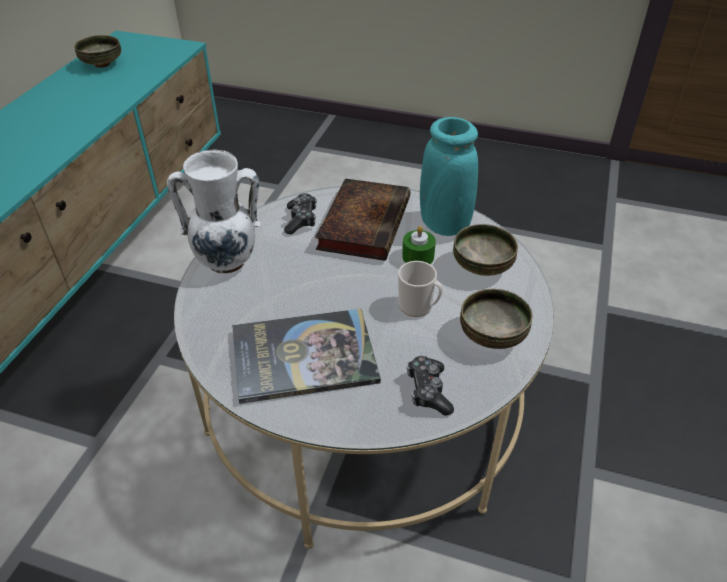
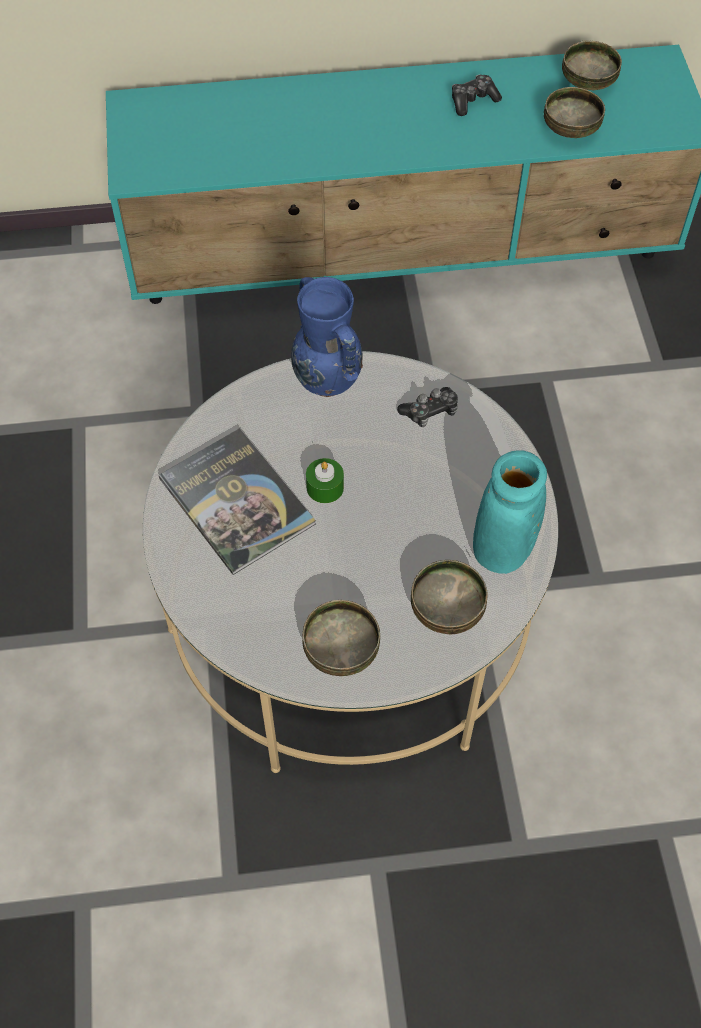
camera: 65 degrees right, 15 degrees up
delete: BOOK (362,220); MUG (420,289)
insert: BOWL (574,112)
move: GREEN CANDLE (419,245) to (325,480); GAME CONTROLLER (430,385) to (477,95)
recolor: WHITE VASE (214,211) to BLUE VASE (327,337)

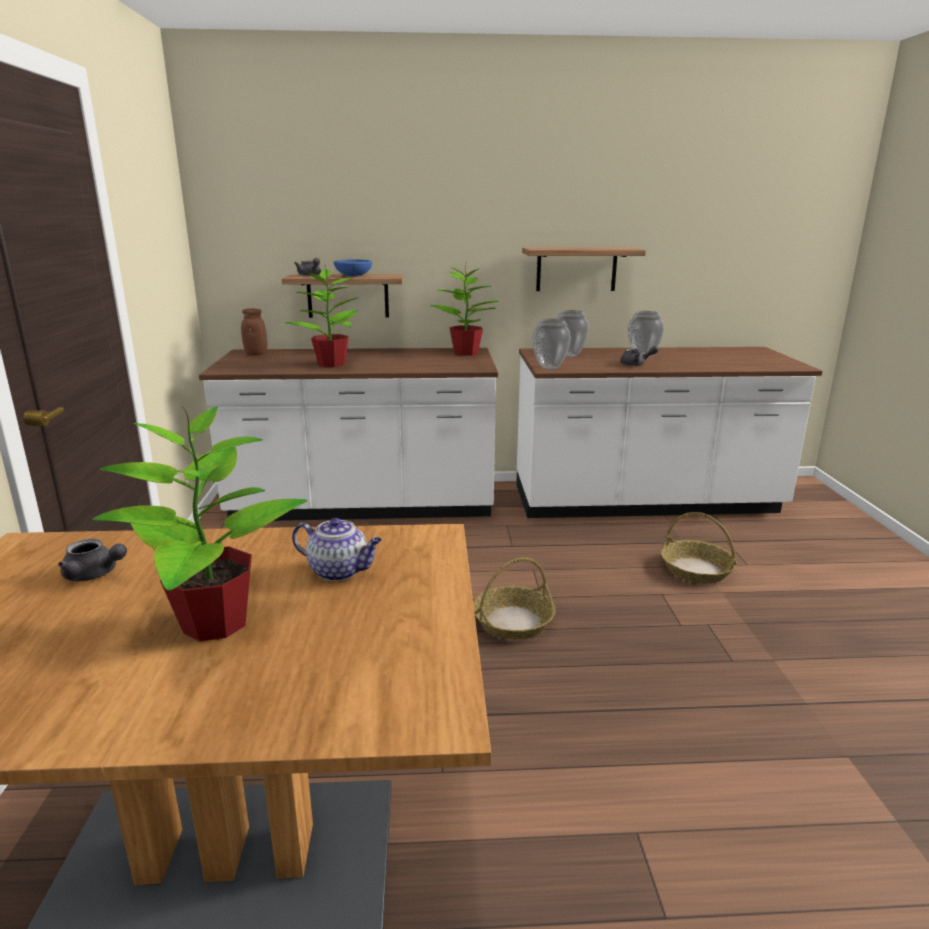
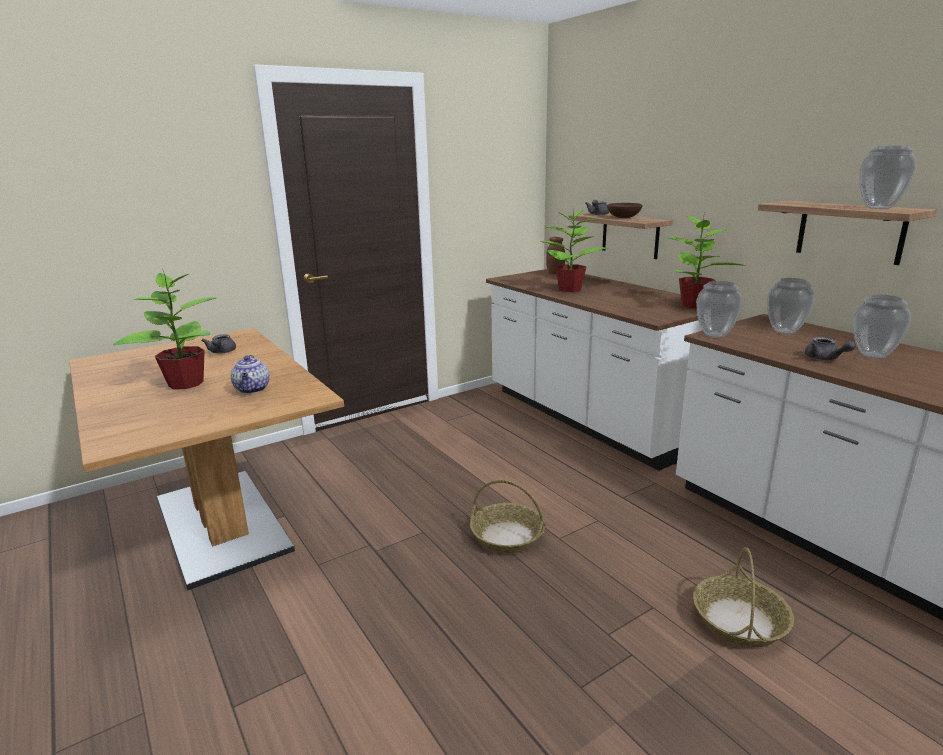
camera: 60 degrees right, 0 degrees up
insert: VASE (887,177)
recolor: BLUE BOWL (352,267) to BROWN BOWL (625,210)

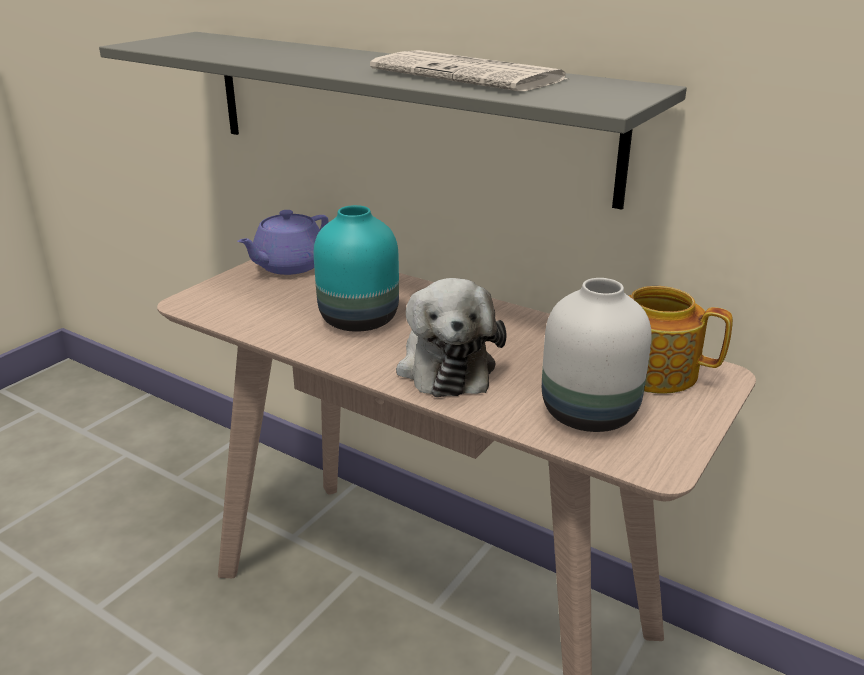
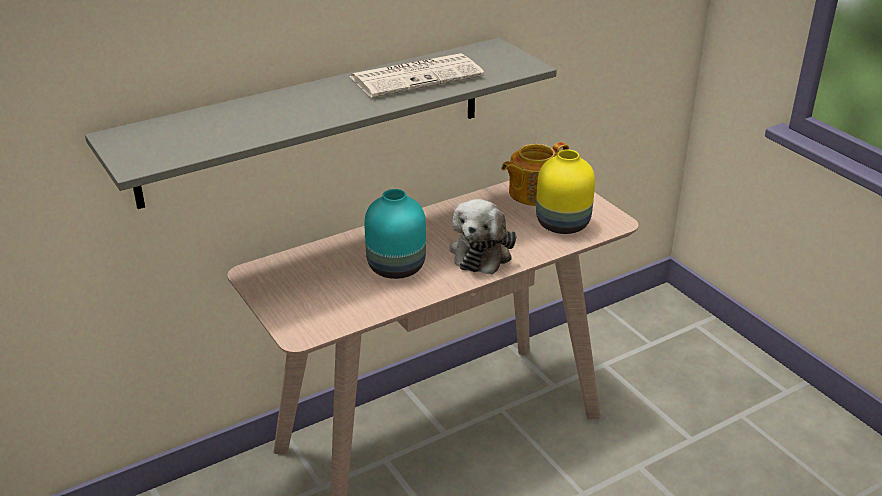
camera: 65 degrees left, 5 degrees up
delete: PURPLE TEAPOT (283,242)
recolor: WHITE VASE (597,355) to YELLOW VASE (565,191)
rotate: PLUSH TOY (451,337) = (483,236) 90 degrees clockwise

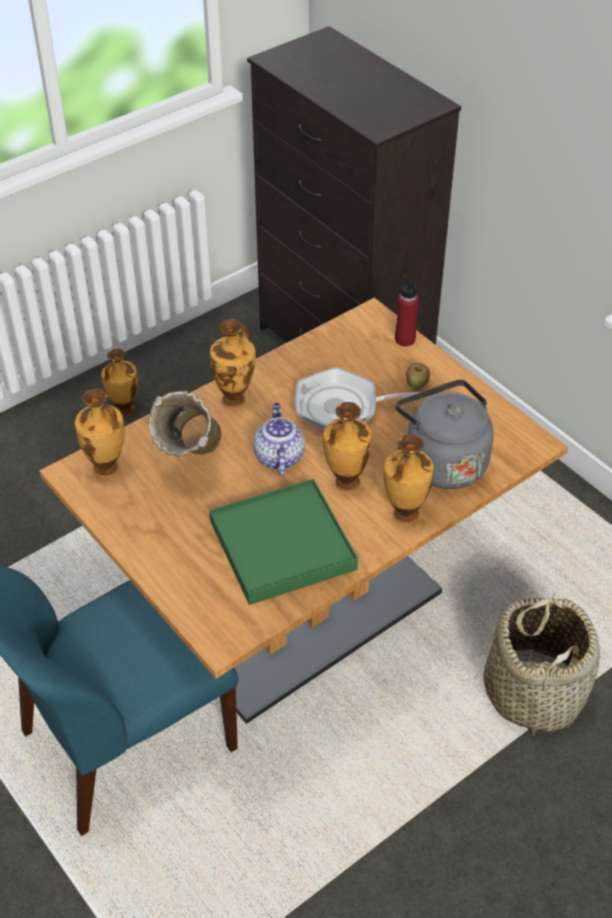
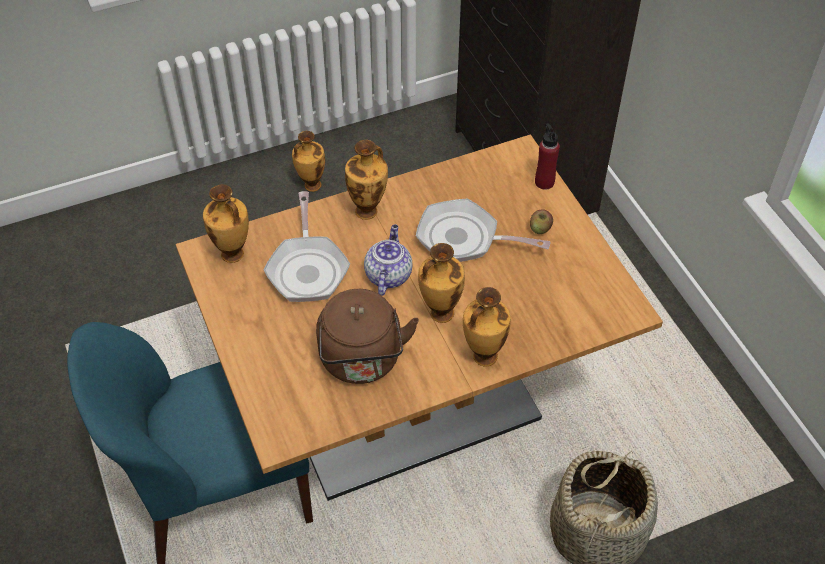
camera: 15 degrees right, 5 degrees up
delete: GREY KETTLE (445,434)
replace: BEIGE VASE (184,424) to FRYING PAN (307,246); GREEN TRAY (283,542) to BROWN KETTLE (367,336)

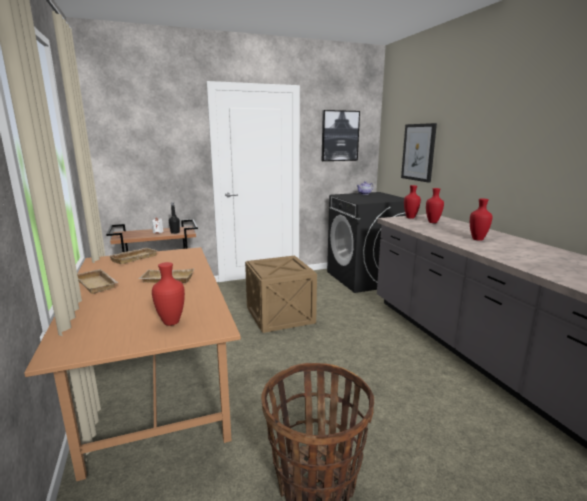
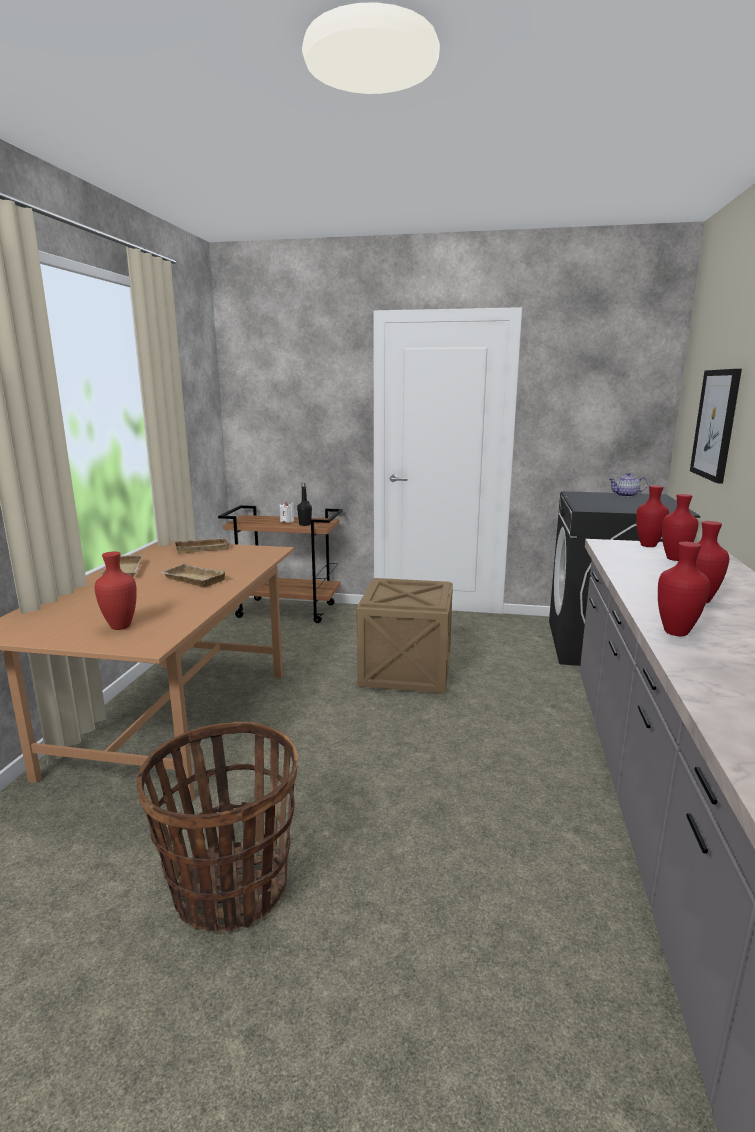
camera: 30 degrees right, 0 degrees up
delete: PICTURE (341,135)
insert: RED VASE (684,589)

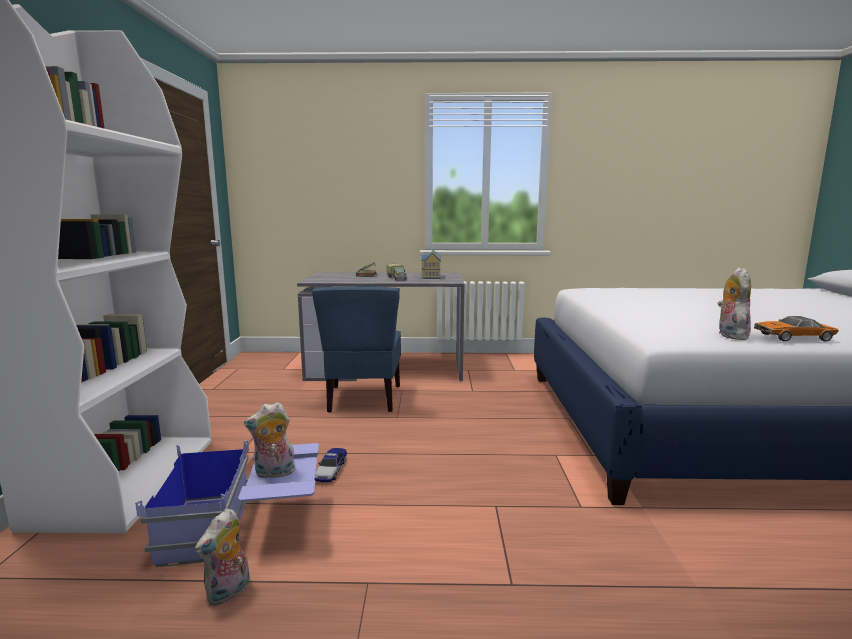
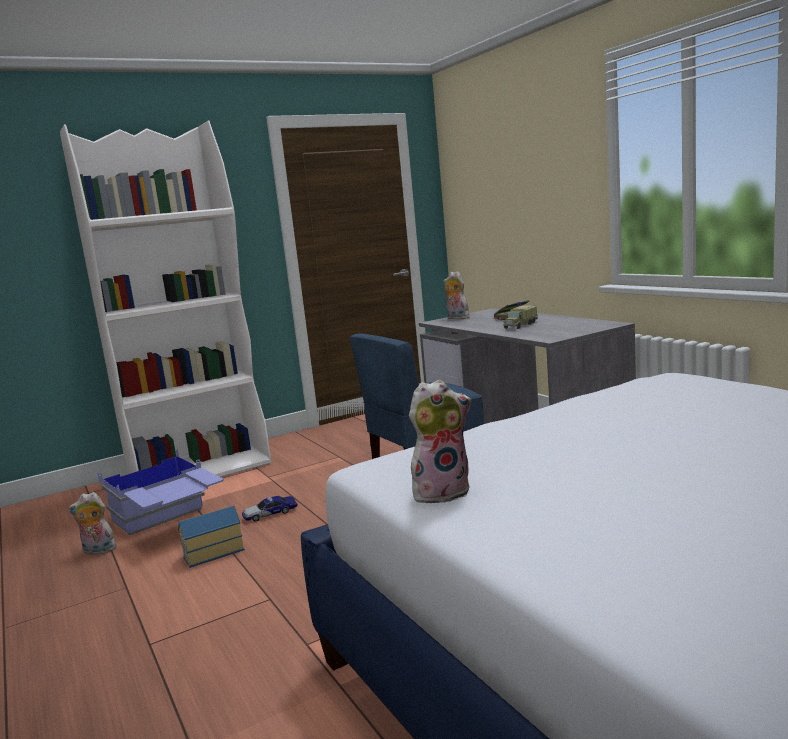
camera: 60 degrees right, 0 degrees up
delete: TOY CAR (796,329)
move: TOY HOUSE (431,264) to (211,537); PLUSH TOY (269,440) to (456,295)

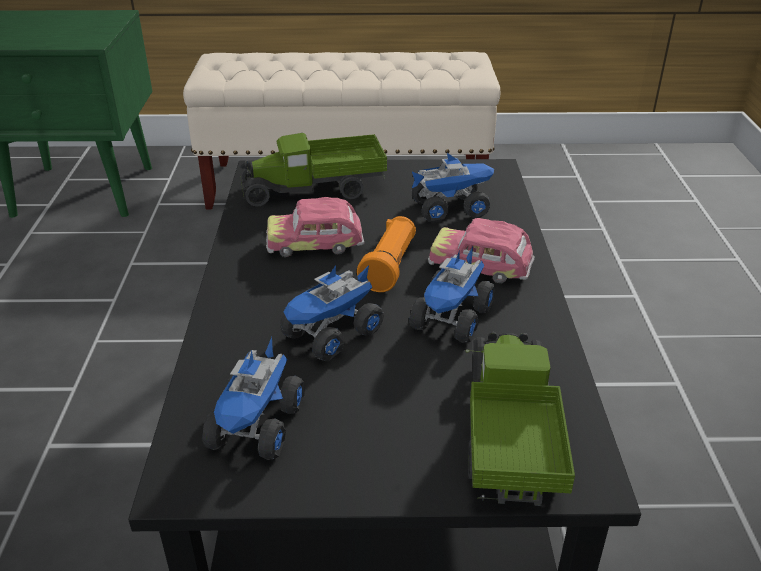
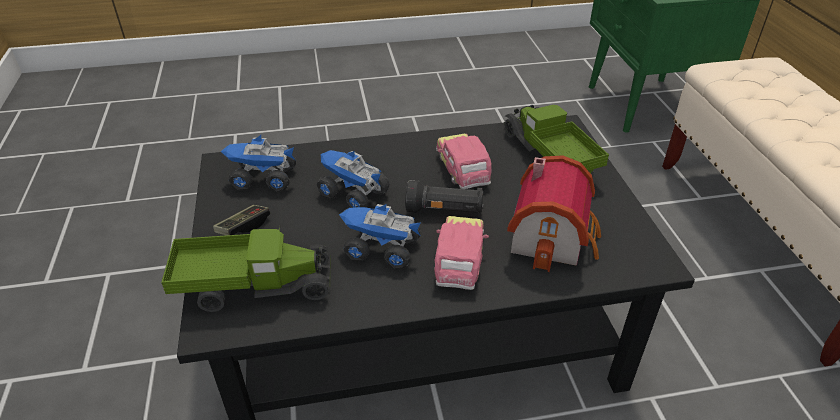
camera: 80 degrees right, 5 degrees up
insert: GAME CONTROLLER (241,220)
replace: TOY TRUCK (453,188) to TOY HOUSE (554,213)
recolor: ORANGE FLASHLIGHT (386,254) to BLACK FLASHLIGHT (444,197)

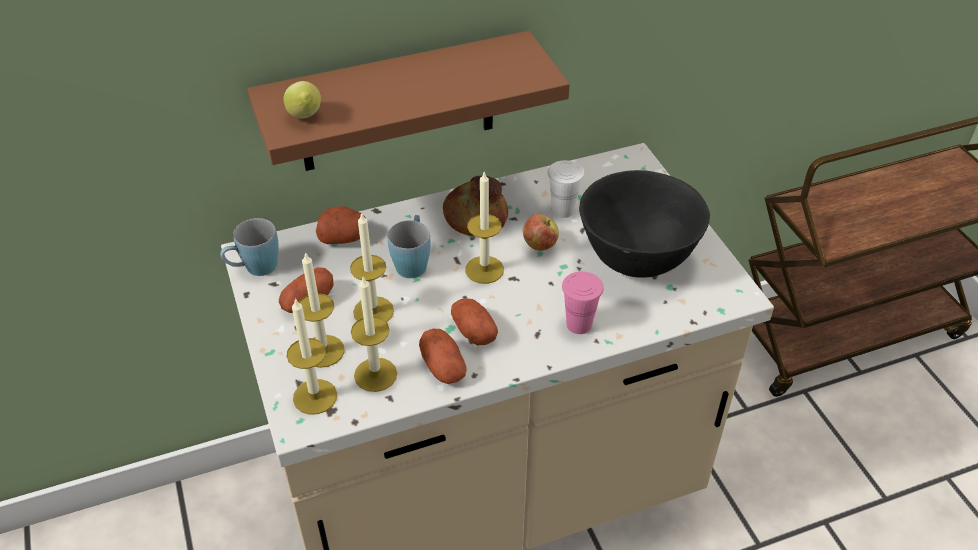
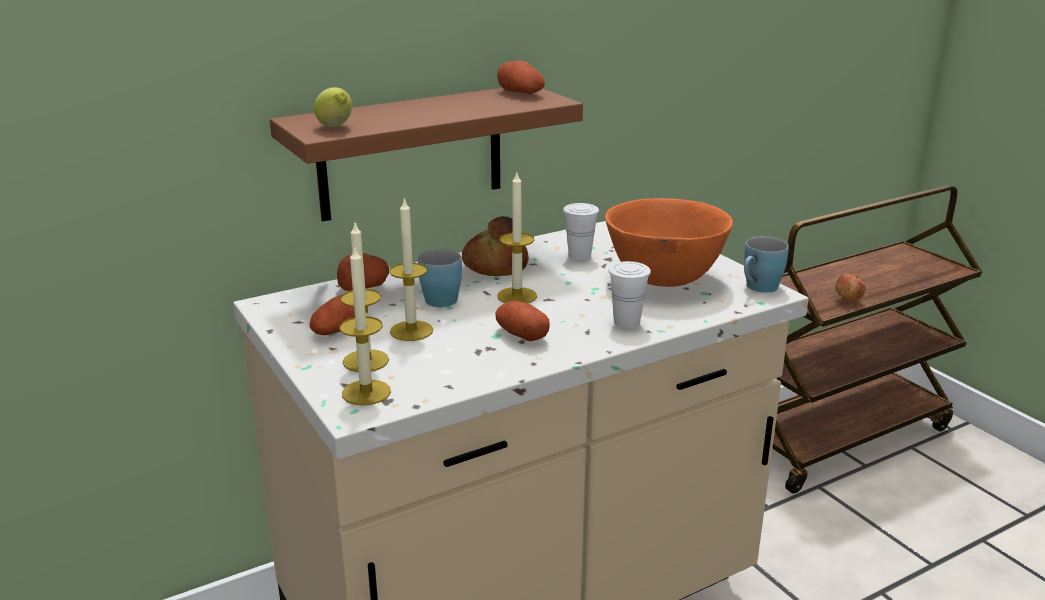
camera: 10 degrees left, 20 degrees down
delete: CANDLE (374,334)
move: POTATO (443,356) to (521,77); BLUE MUG (249,247) to (766,264); APPLE (541,232) to (850,288)
recolor: BLACK BOWL (644,224) to ORANGE BOWL (669,242); PINK CUP (583,302) to WHITE CUP (629,294)

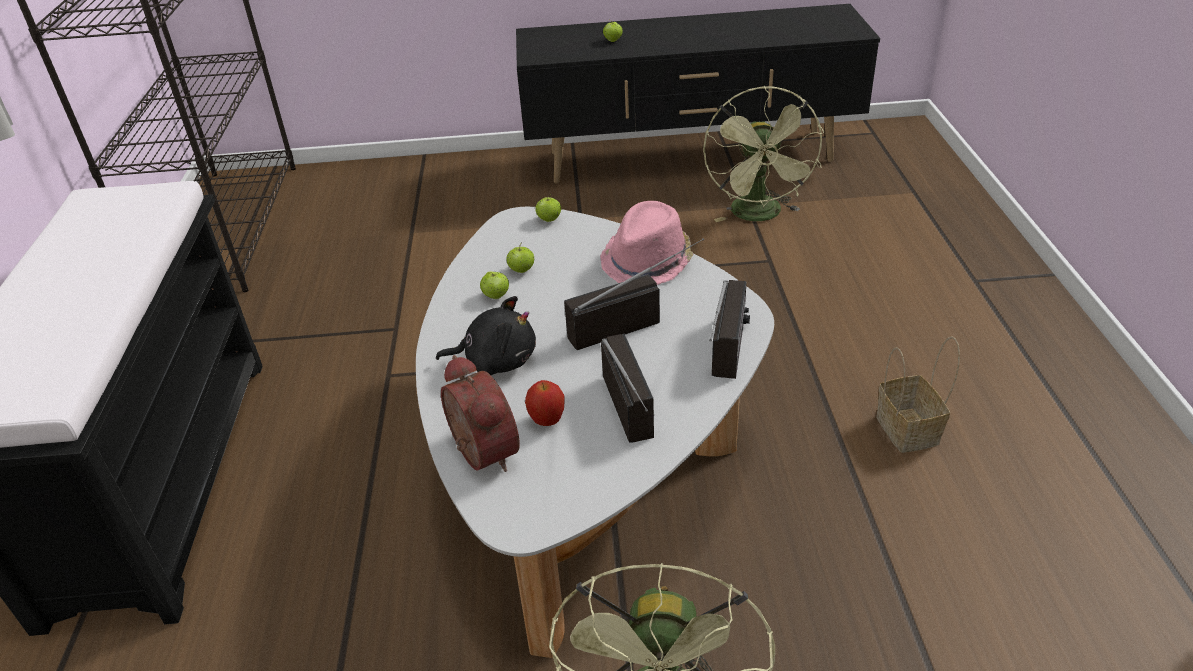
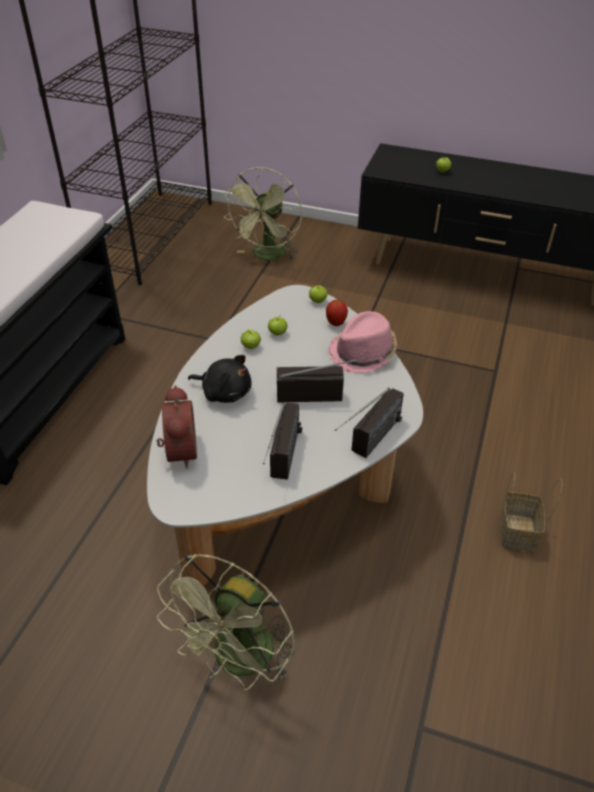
camera: 20 degrees right, 5 degrees up
move: GREEN FAN (763,154) to (262,213); APPLE (545,403) to (337,313)

